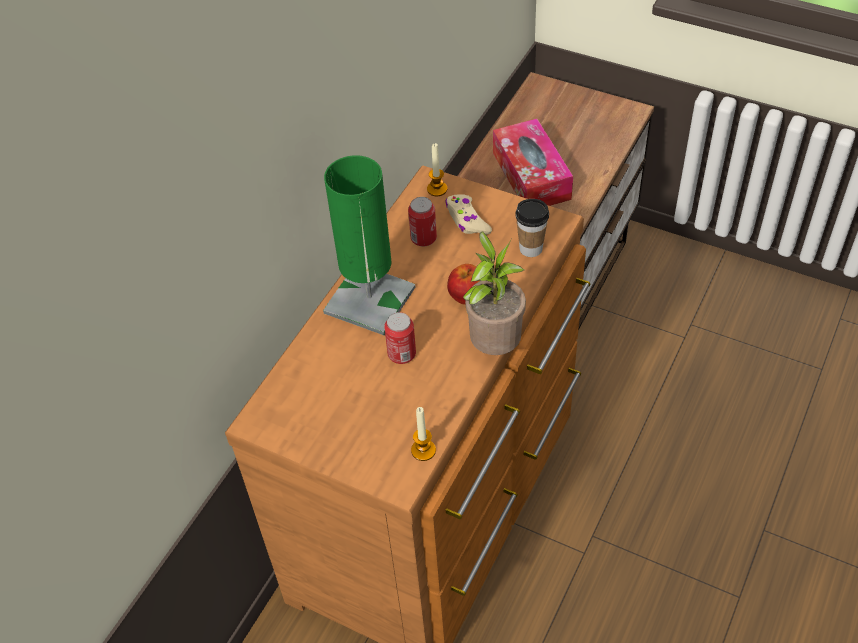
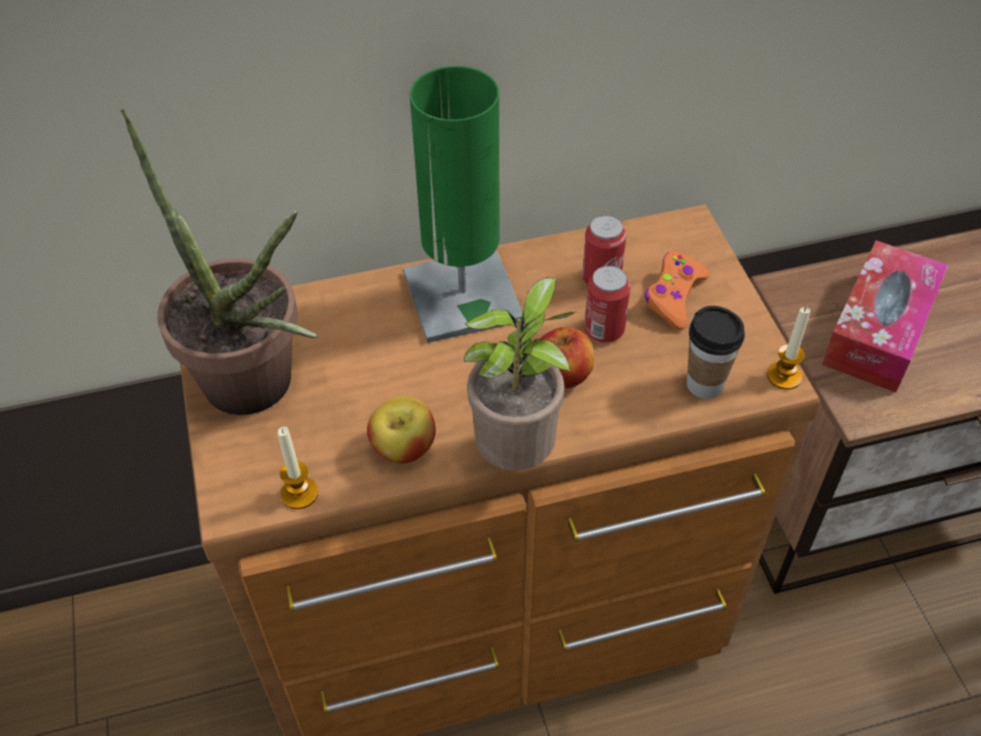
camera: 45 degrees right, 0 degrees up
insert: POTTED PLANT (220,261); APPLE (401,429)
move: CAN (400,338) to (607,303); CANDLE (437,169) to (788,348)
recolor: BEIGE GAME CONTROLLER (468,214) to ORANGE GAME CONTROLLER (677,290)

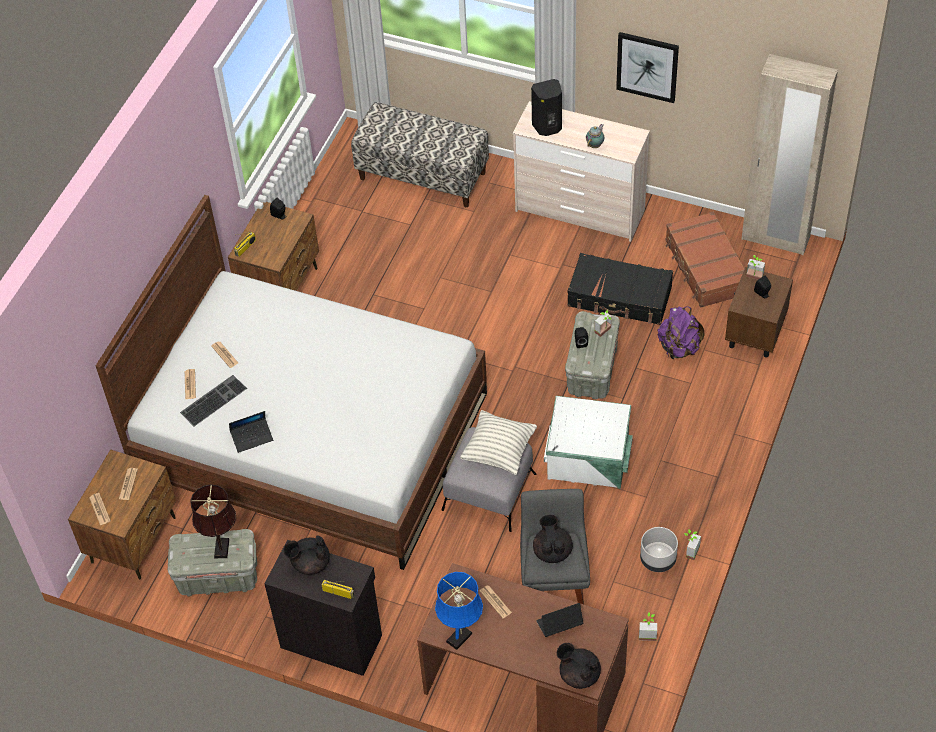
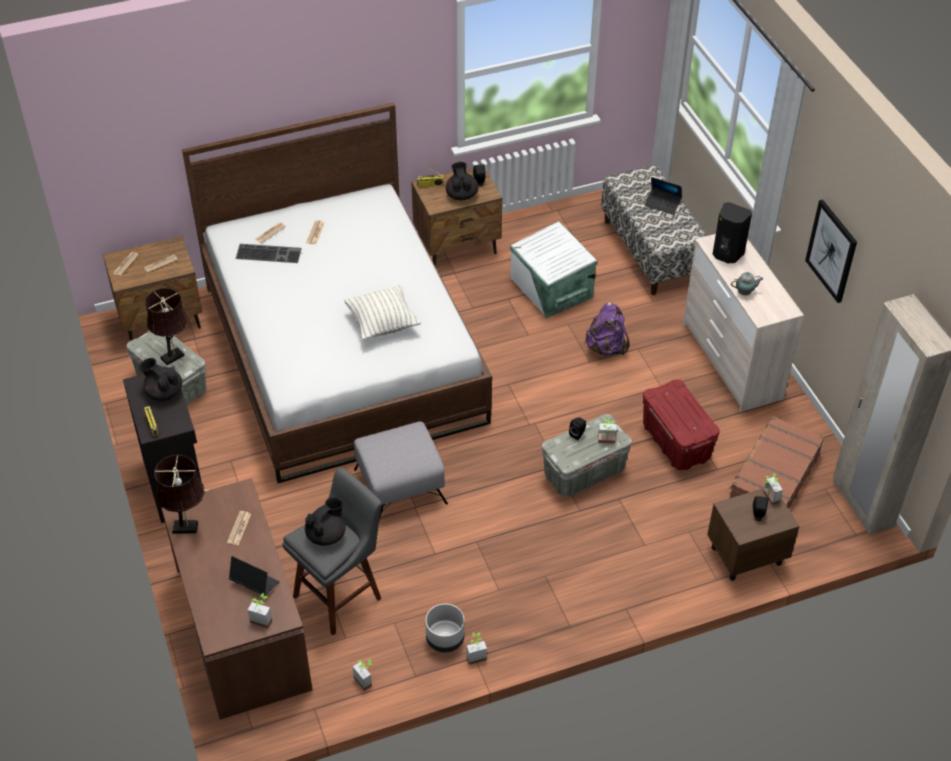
camera: 45 degrees right, 5 degrees down
insert: POTTED PLANT (260,610)
move: PILLOW (498,442) to (382,312); BLACK TEAPOT (579,666) to (462,181); WHITE STORAGE BOX (588,442) to (554,269); PURPLE BACKPACK (680,333) to (607,329); LAPTOP (251,432) to (663,196)
replace: BLACK SUITCASE (620,289) to RED STORAGE BOX (681,424)
recolor: BLUE TABLE LAMP (459,611) to BROWN TABLE LAMP (179,494)

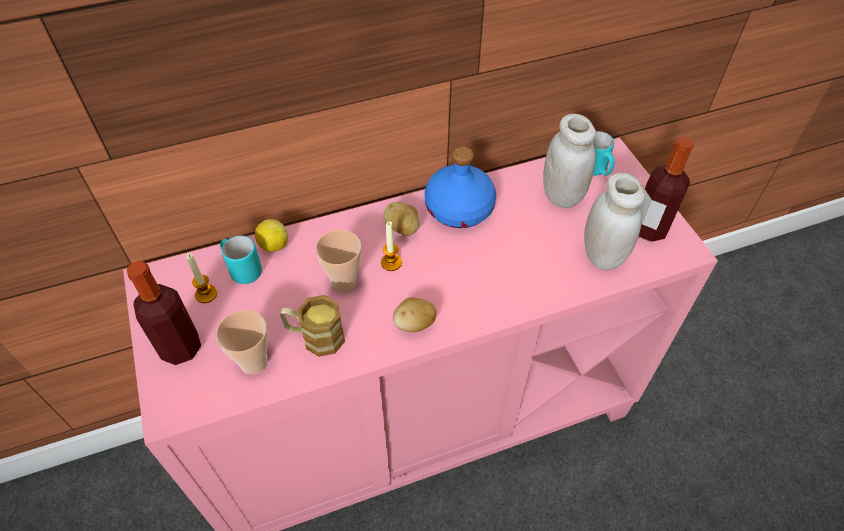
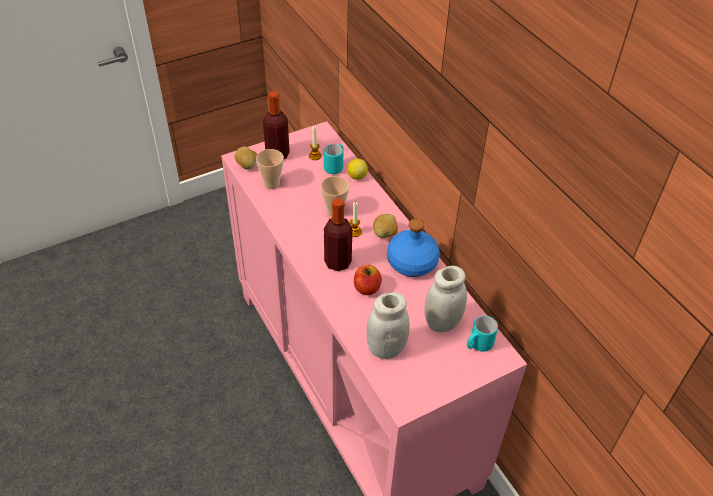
camera: 80 degrees right, 5 degrees down
delete: MUG (312,326)
insert: APPLE (368,280)
move: POTATO (415,314) to (246,158); BOTTLE (666,189) to (338,234)

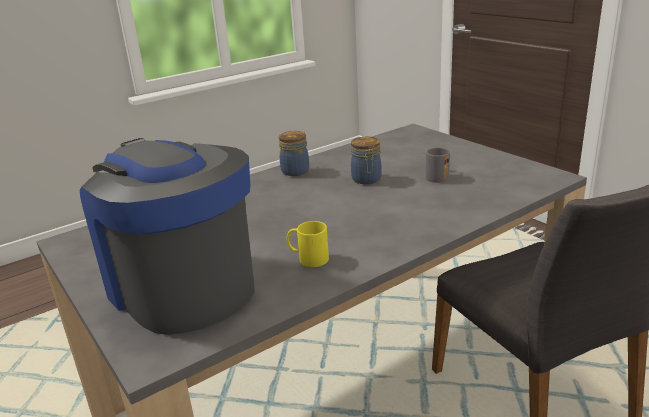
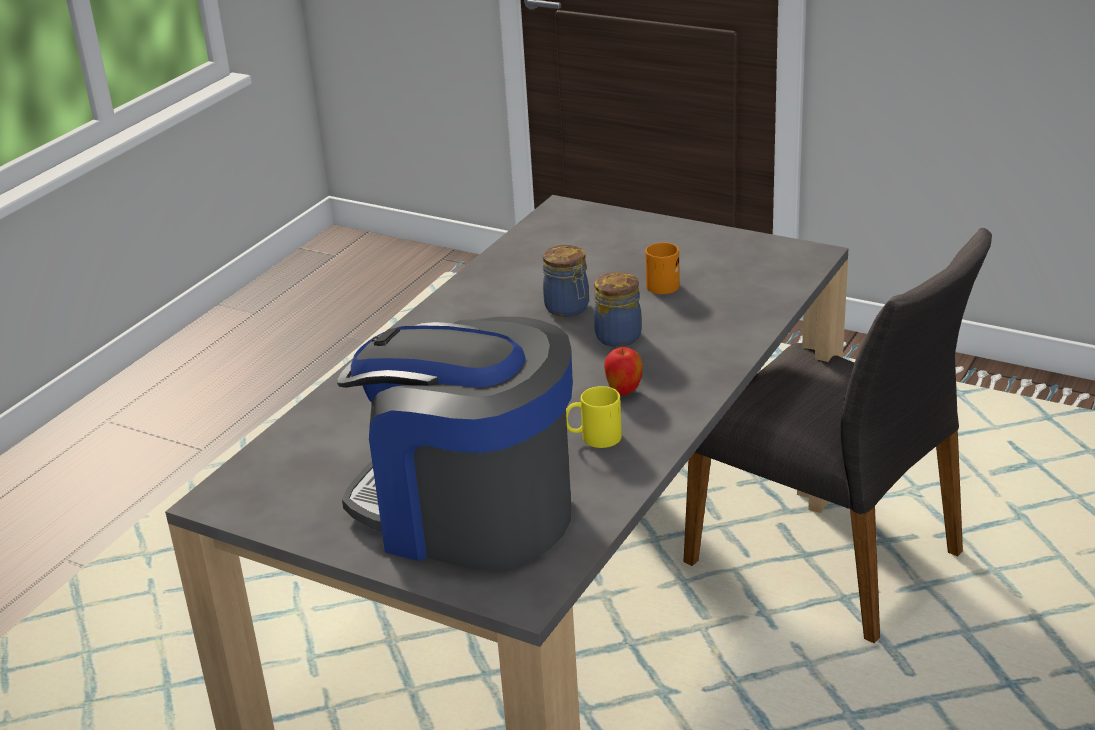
camera: 25 degrees left, 5 degrees up
insert: APPLE (623,371)
move: JAR (294,153) to (618,309)
recolor: GREY MUG (438,165) to ORANGE MUG (662,268)

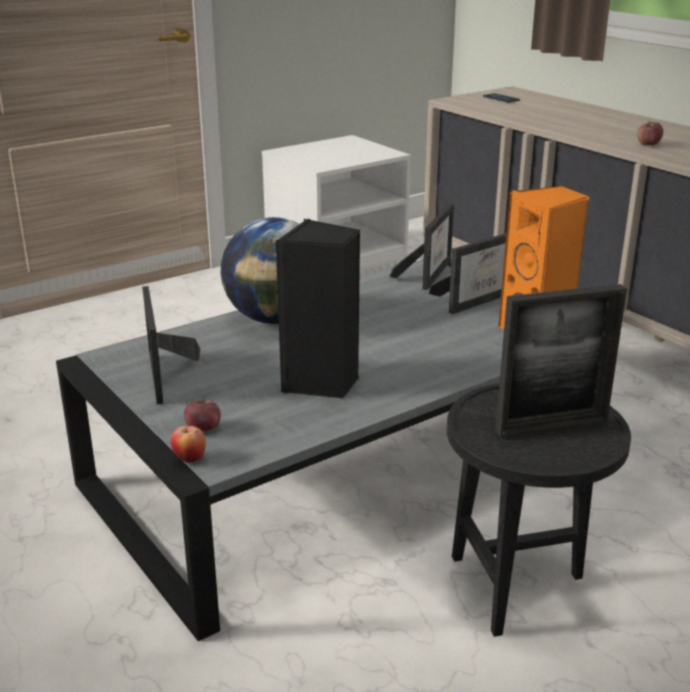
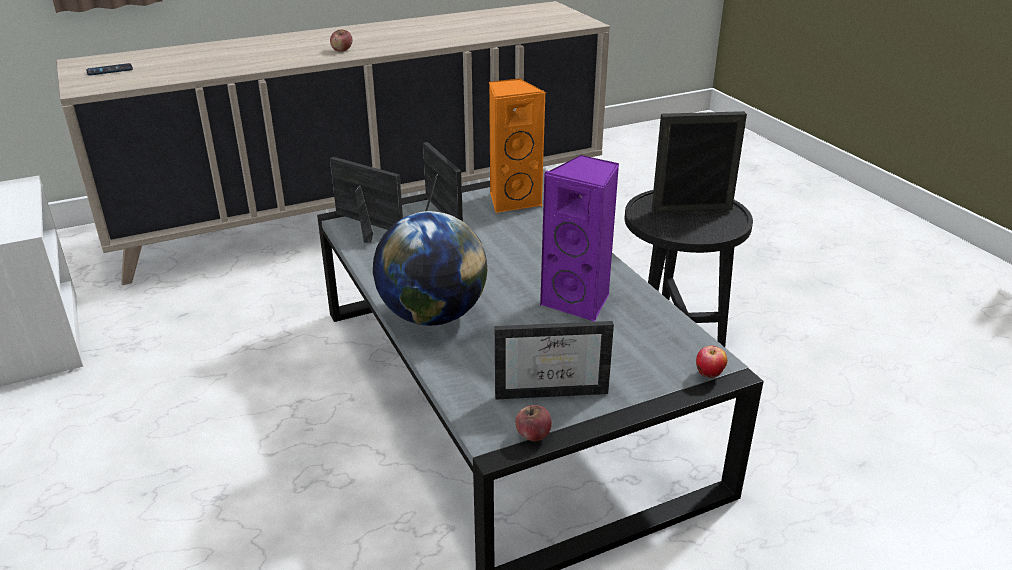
camera: 80 degrees left, 5 degrees up
move: APPLE (202,414) to (533,423)
recolor: BLACK SPEAKER (318,308) to PURPLE SPEAKER (579,238)
rotate: PICTURE FRAME (561,360) = (699,162) 90 degrees counterclockwise

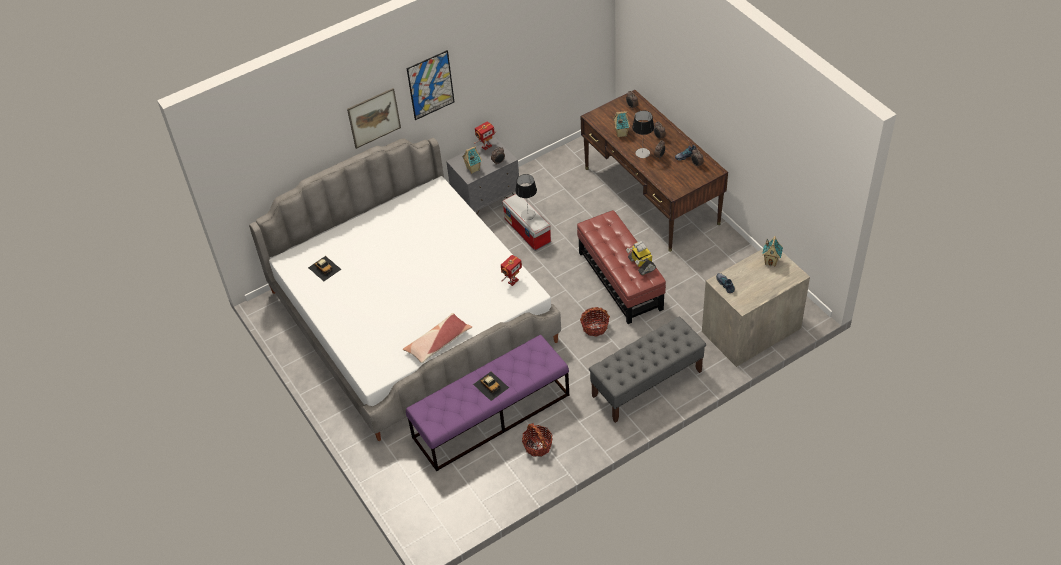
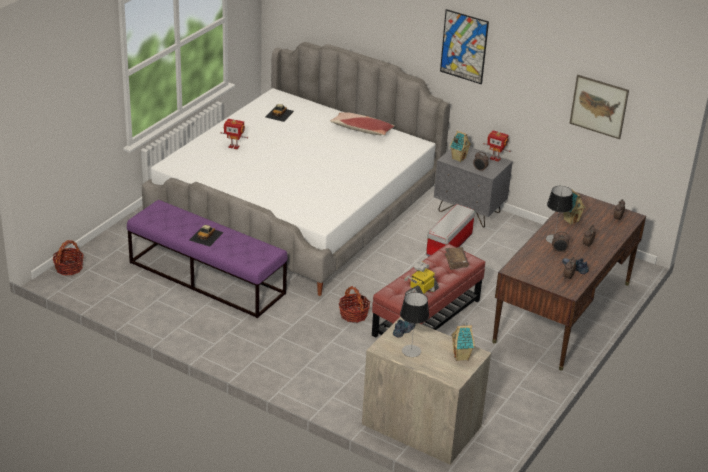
camera: 60 degrees right, 15 degrees down
delete: GREY BENCH (647,370)
insert: BROWN BOOK (457,258)
move: BASKET (537,440) to (68,257); TOY ROBOT (511,270) to (234,134); PILLOW (437,338) to (362,123); TABLE LAMP (526,197) to (414,324); PICTURE (374,118) to (599,107)

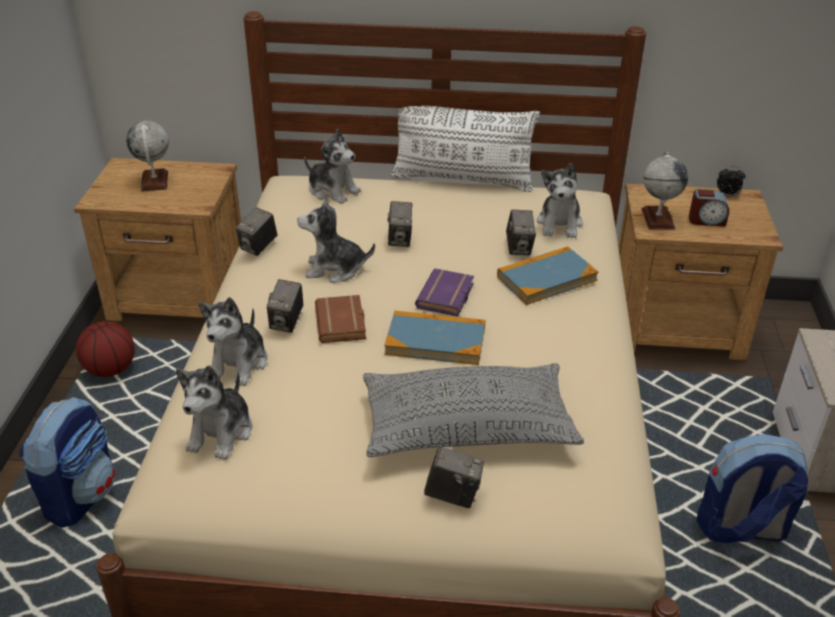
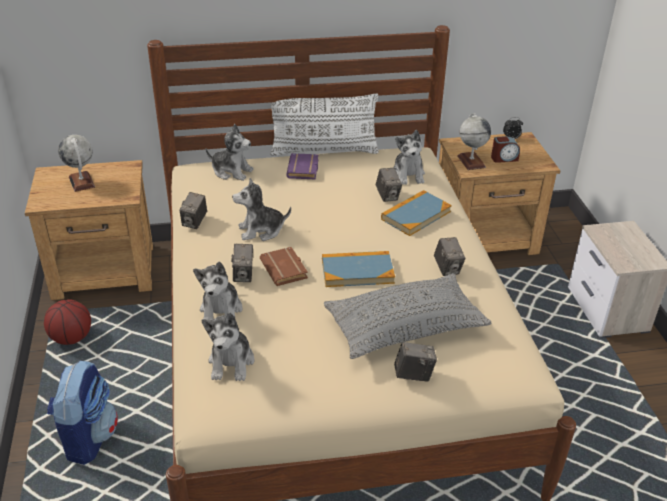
camera: 15 degrees left, 0 degrees up
delete: BACKPACK (752,488)
move: PURPLE BOOK (444,292) to (302,166); PHOTO CAMERA (399,224) to (449,256)

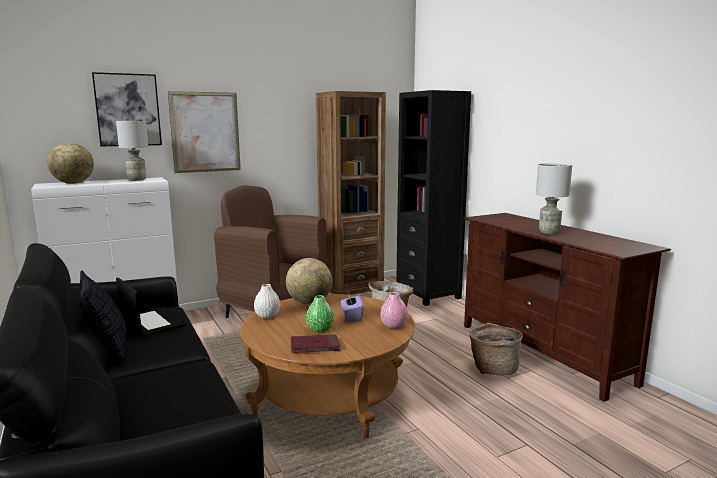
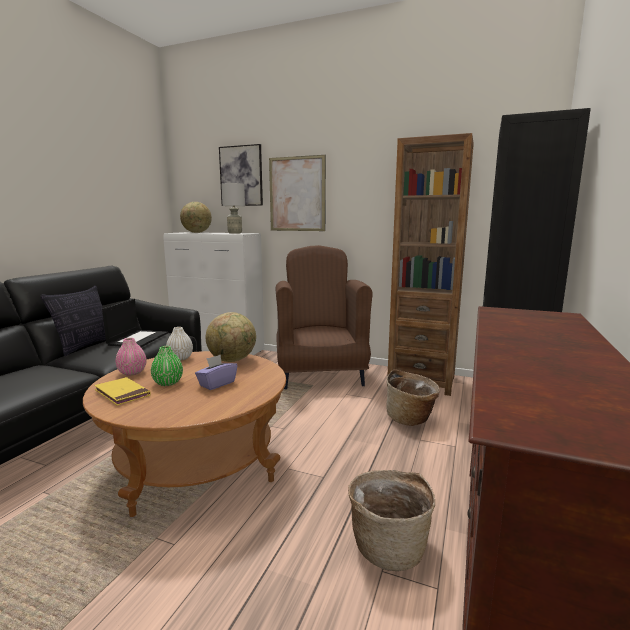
camera: 50 degrees right, 0 degrees up
delete: GREY TABLE LAMP (554,198)
move: PINK VASE (394,310) to (131,357)
recolor: RED BOOK (315,343) to YELLOW BOOK (122,391)

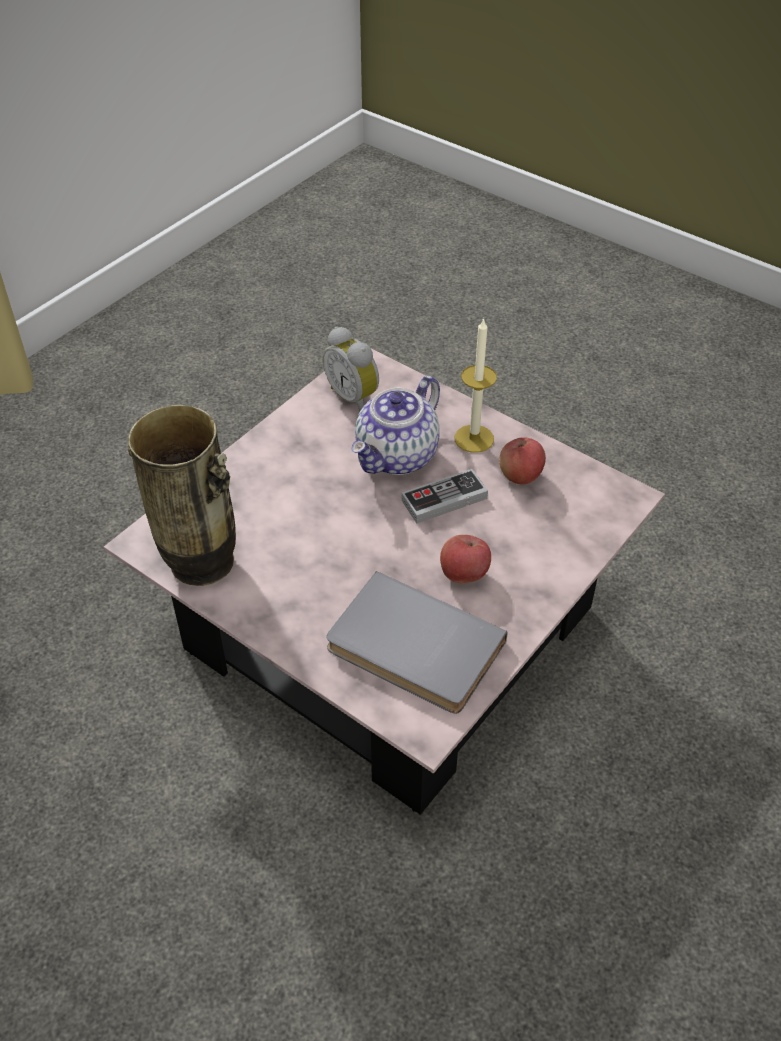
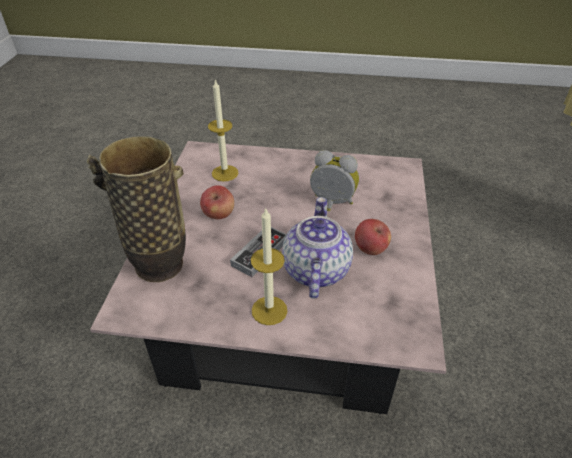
camera: 150 degrees right, 5 degrees down
move: VASE (182,495) to (136,209); ALARM CLOCK (351,369) to (334,180); APPLE (522,461) to (373,237)
replace: GREY BOOK (417,642) to CANDLE (223,130)

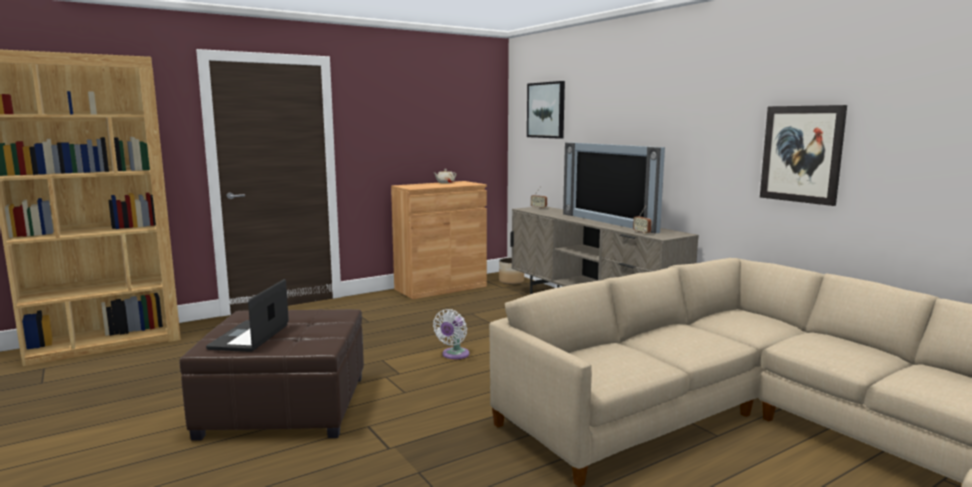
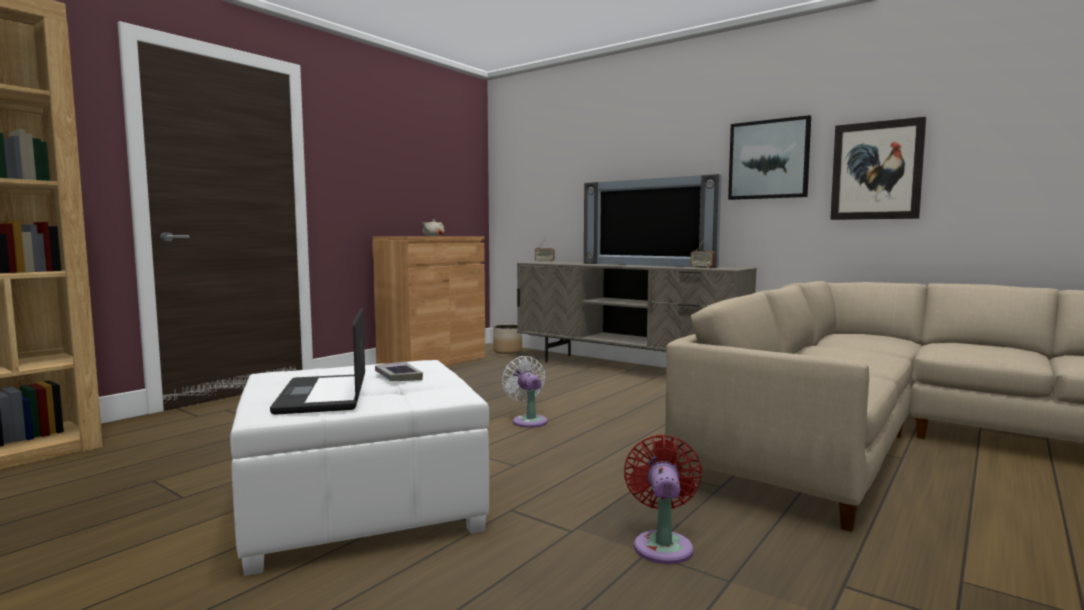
camera: 20 degrees left, 5 degrees down
insert: BOOK (399,371); RED FAN (663,499)
move: PICTURE (546,110) to (769,157)
recolor: BROWN OTTOMAN (272,375) to WHITE OTTOMAN (359,468)
rotate: WHITE FAN (451,334) = (524,392) 150 degrees clockwise

